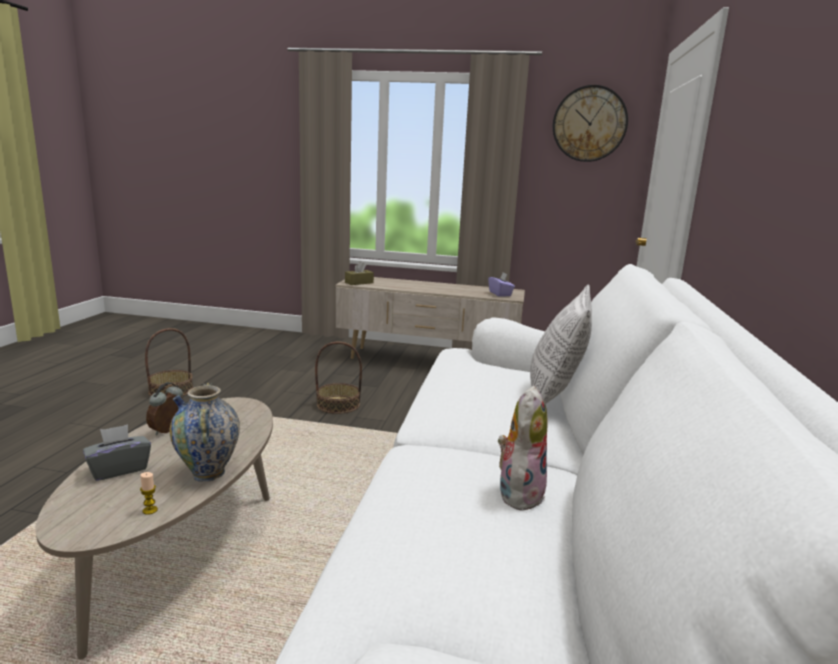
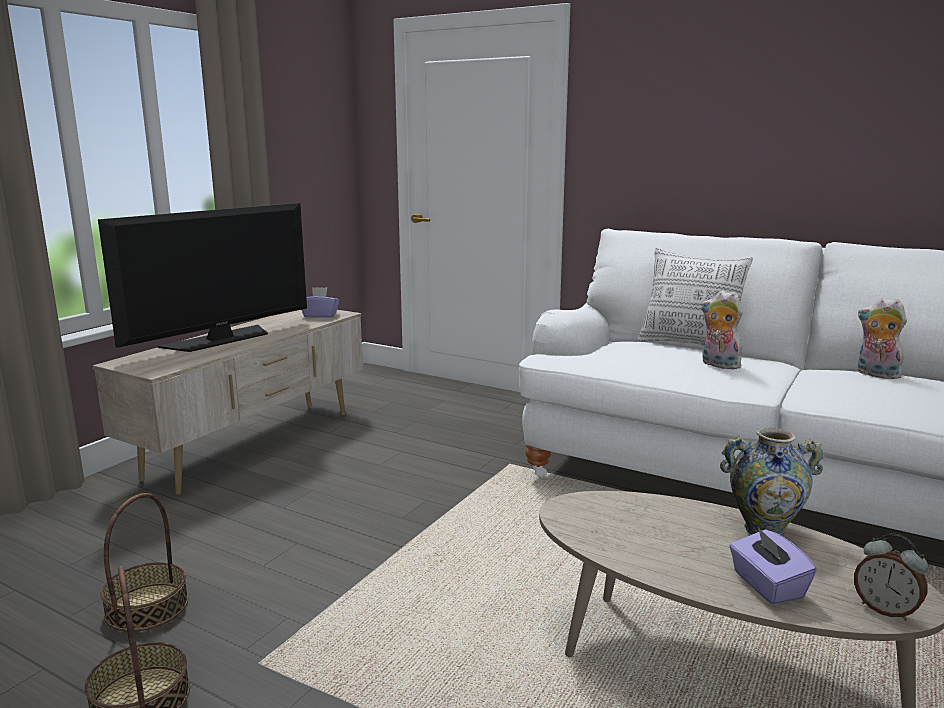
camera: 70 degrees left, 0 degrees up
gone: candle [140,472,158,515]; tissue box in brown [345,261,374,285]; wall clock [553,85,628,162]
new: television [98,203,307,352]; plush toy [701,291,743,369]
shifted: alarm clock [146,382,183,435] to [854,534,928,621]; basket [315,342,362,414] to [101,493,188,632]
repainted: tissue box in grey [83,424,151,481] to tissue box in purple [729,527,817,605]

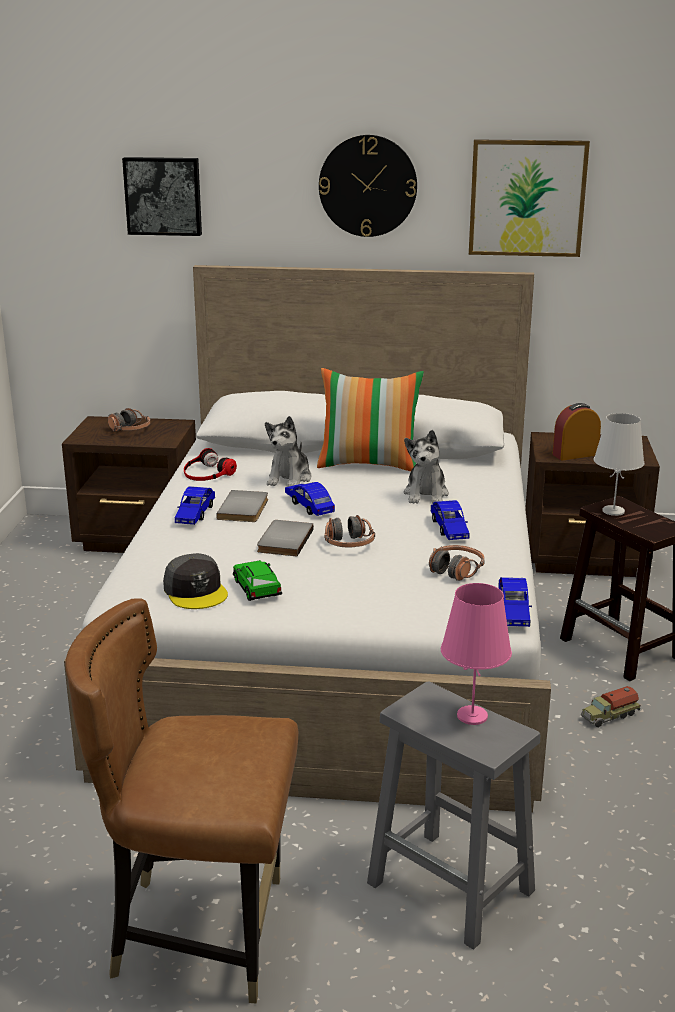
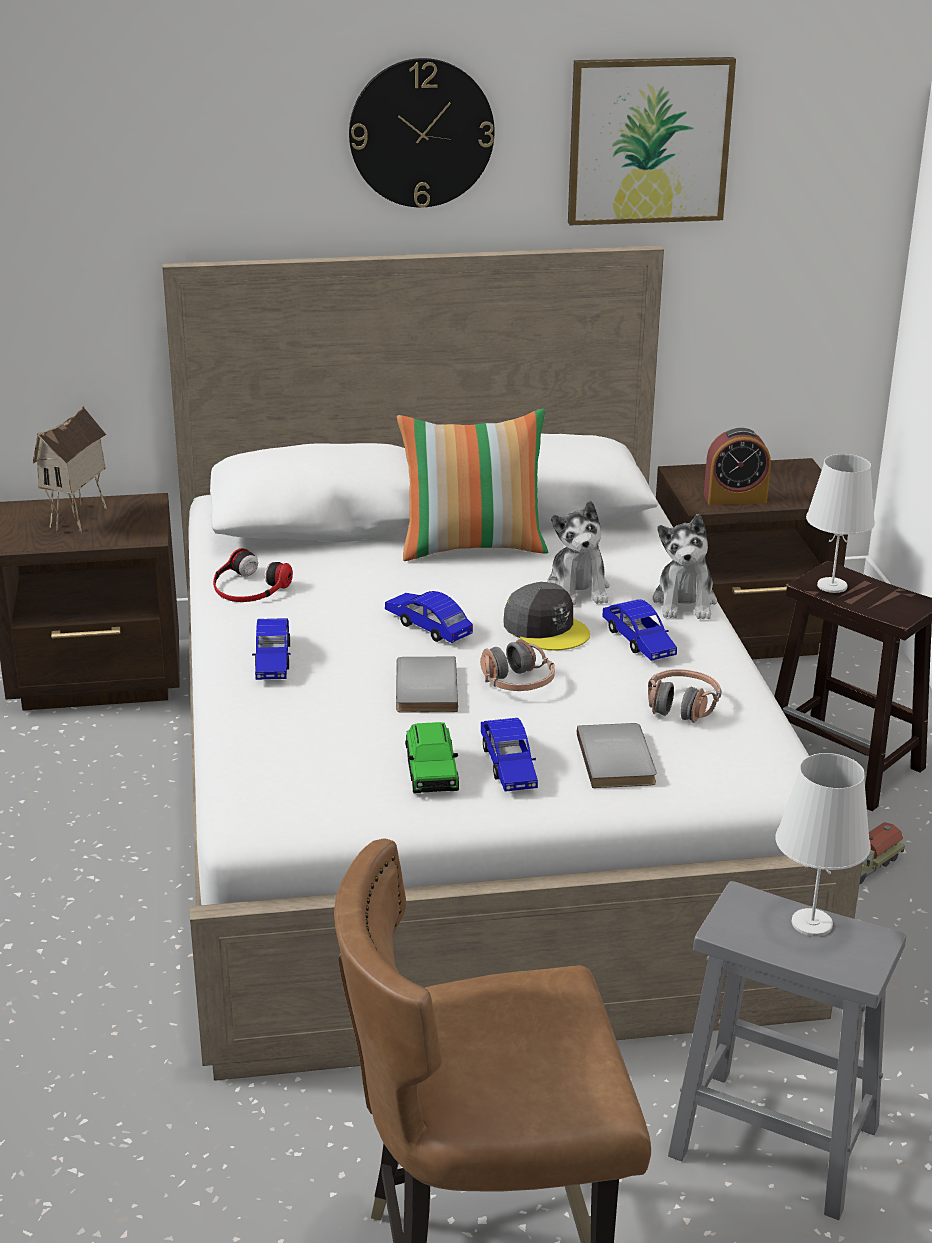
camera: 15 degrees left, 5 degrees up
gone: picture [122,157,202,236]
shifted: cap in grey [163,553,228,609] to [503,582,590,651]; book in grey [216,490,268,522] to [577,723,657,788]; plush toy [265,416,311,487] to [653,514,717,619]; toy car in blue [498,577,532,627] to [481,718,538,792]
swapped: headphones [108,408,150,431] to toy house [33,406,107,533]
repainted: table lamp in pink [441,583,512,725] to table lamp in white [775,753,871,936]
rotated: toy car in green [233,560,282,601] = [405,722,459,793] 150 degrees counterclockwise; alarm clock [552,403,601,460] = [704,428,771,505] 150 degrees counterclockwise

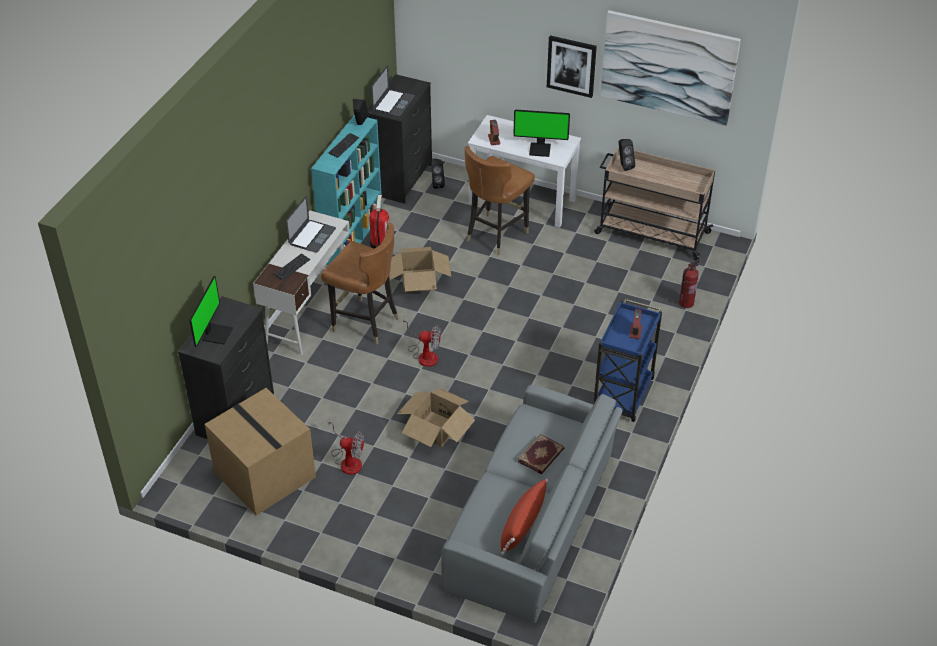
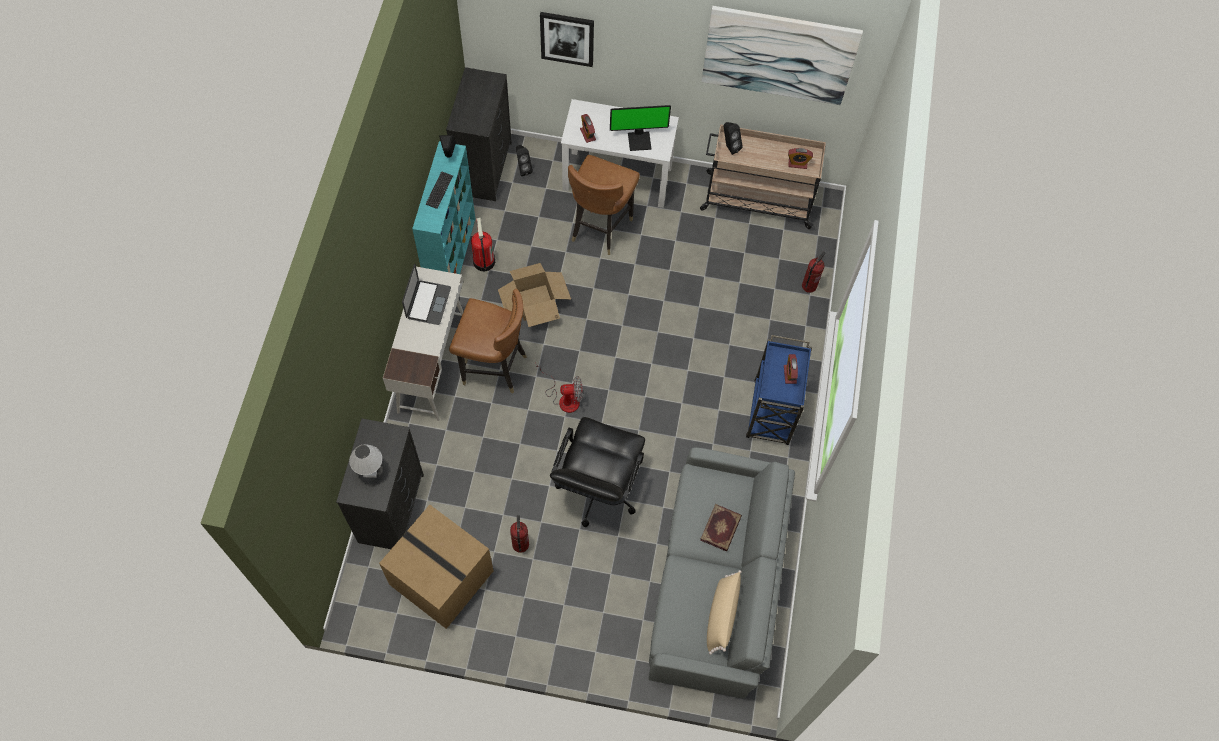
camera: 15 degrees left, 20 degrees up
gone: keyboard [274,253,310,281]; laptop [371,66,415,116]
new: alarm clock [788,148,813,169]
shifted: picture [547,35,597,98] to [540,12,594,67]
swapped: monitor [190,276,233,347] to table lamp in white [349,444,382,478]; fan [328,418,364,475] to fire extinguisher [510,515,529,553]; cardboard box [397,388,475,447] to office chair in black [550,417,645,527]
repainted: pillow in red [501,479,548,555] to pillow in beige [707,570,742,655]

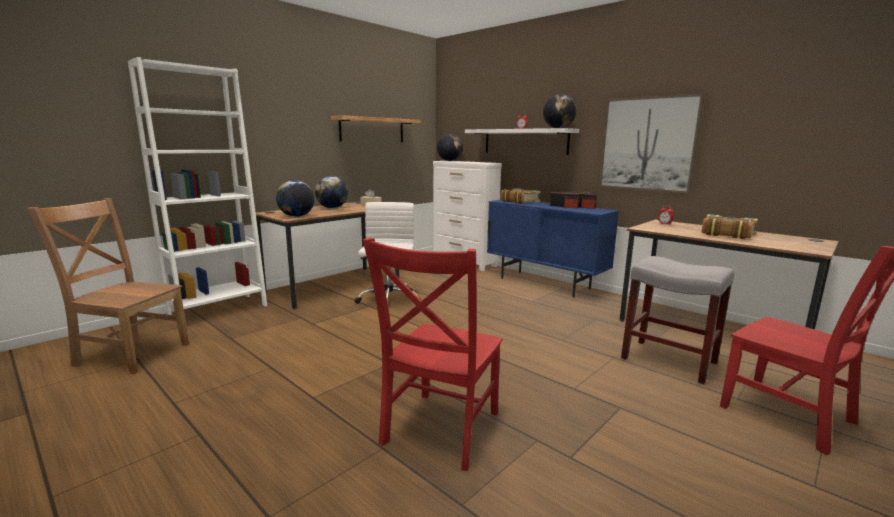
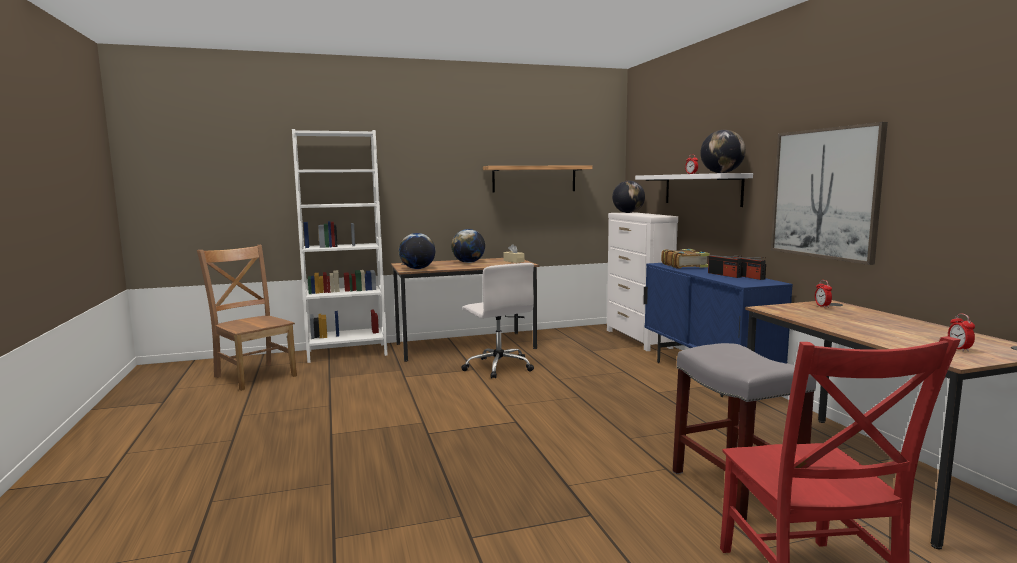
camera: 30 degrees right, 5 degrees down
gone: chair in red [362,238,503,471]; book [702,214,758,239]
new: alarm clock [948,313,975,352]
rotated: office chair in white [354,202,422,304] = [461,263,534,379] 120 degrees clockwise

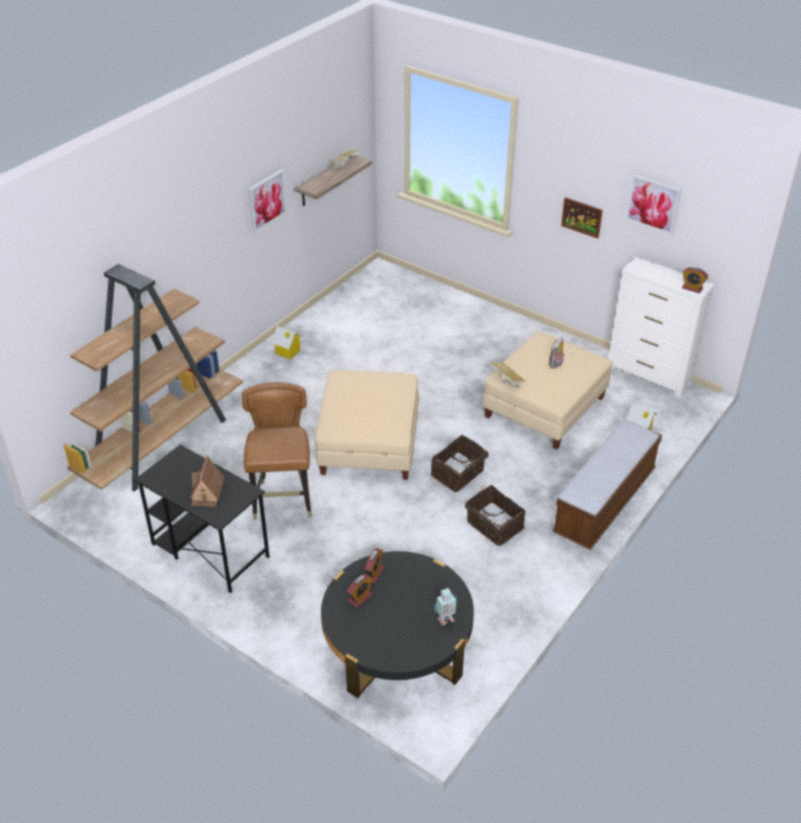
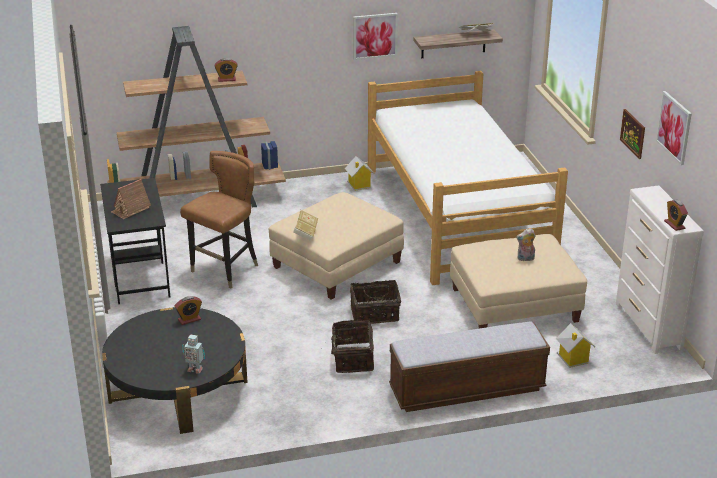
camera: 40 degrees right, 10 degrees down
new: bed [368,71,568,285]
shifted: alarm clock [347,574,372,608] to [215,58,238,82]; book [490,362,526,386] to [293,210,318,240]

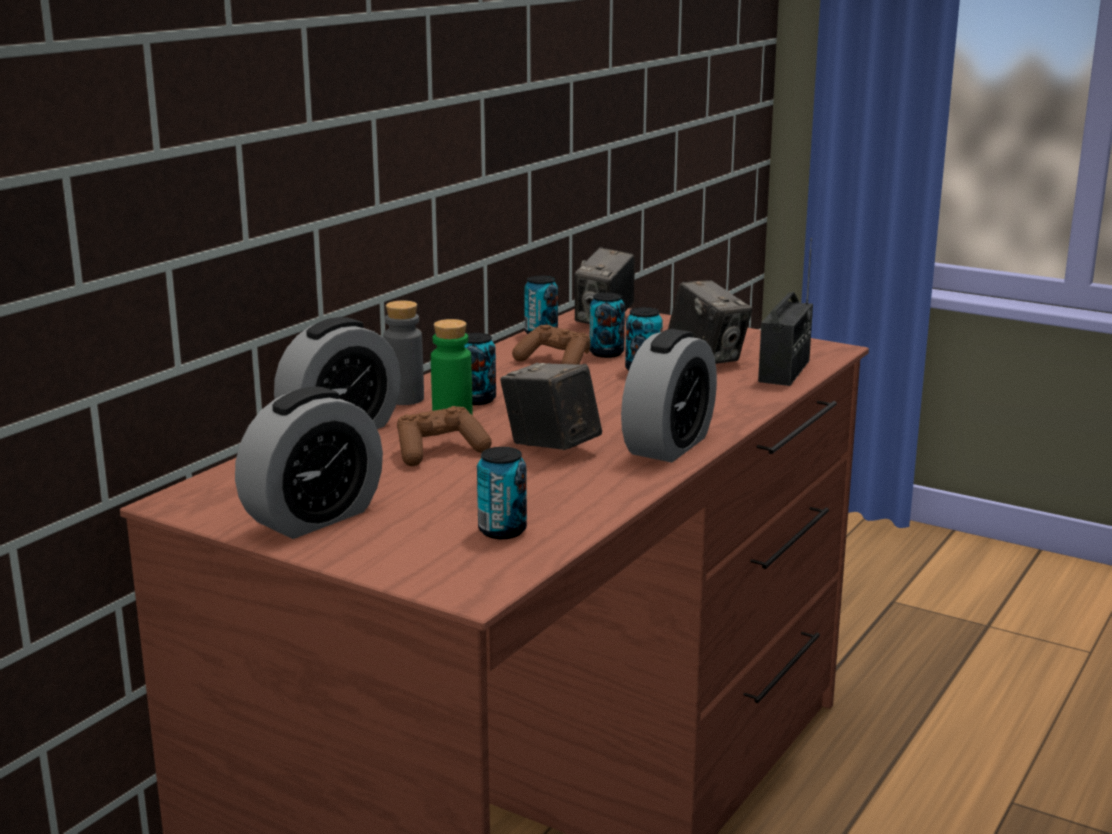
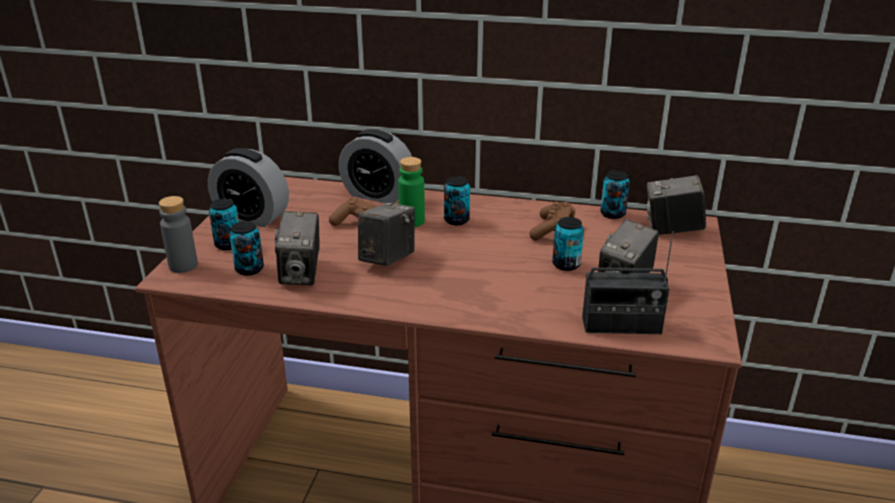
camera: 70 degrees right, 10 degrees up
gone: alarm clock [621,329,717,462]
new: photo camera [274,211,320,285]
shifted: bottle in grey [383,301,424,405] to [159,196,198,273]; can [590,292,625,358] to [209,199,239,250]

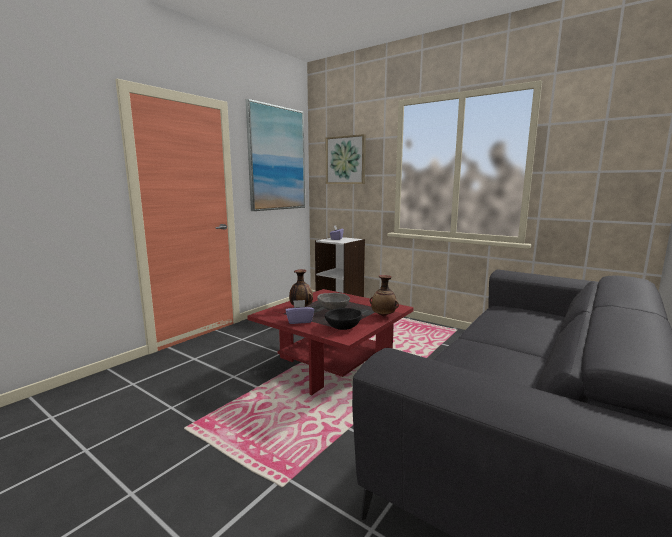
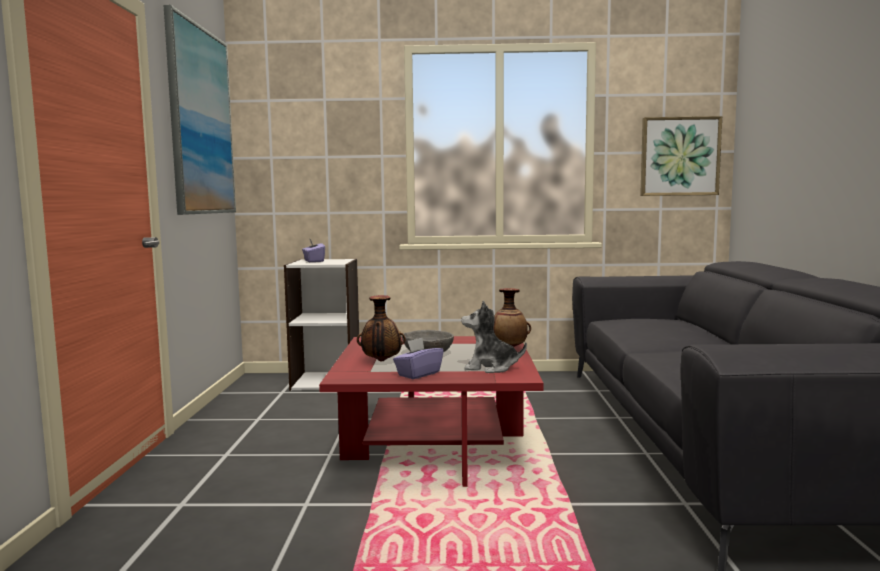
camera: 35 degrees left, 5 degrees down
shifted: picture [326,134,366,184] to [640,116,722,196]
swapped: bowl in black [325,308,362,330] to plush toy [461,301,527,373]

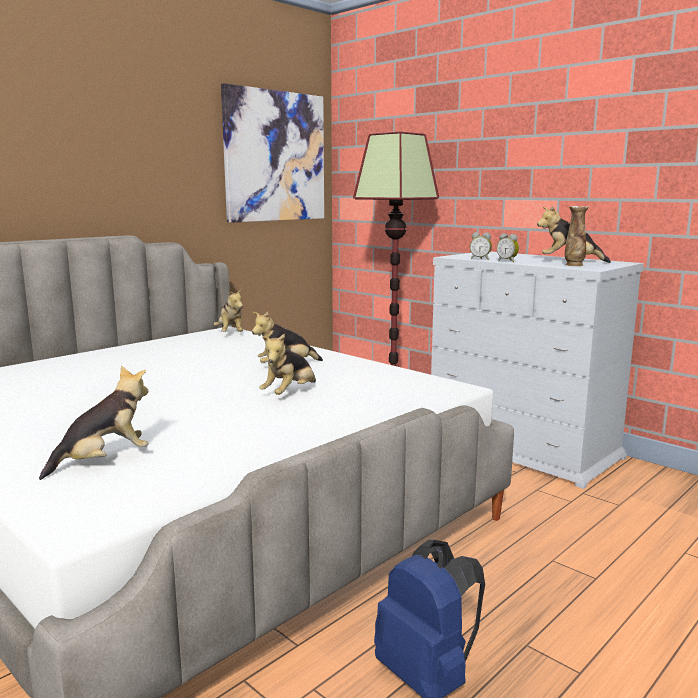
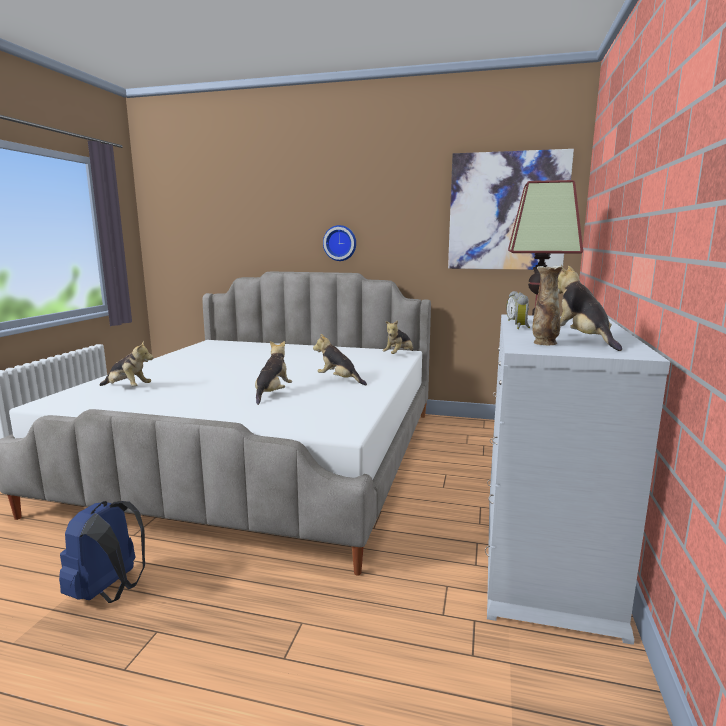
camera: 60 degrees right, 0 degrees up
new: wall clock [323,225,356,261]
rotated: plush toy [259,334,316,395] = [255,341,292,405] 105 degrees clockwise

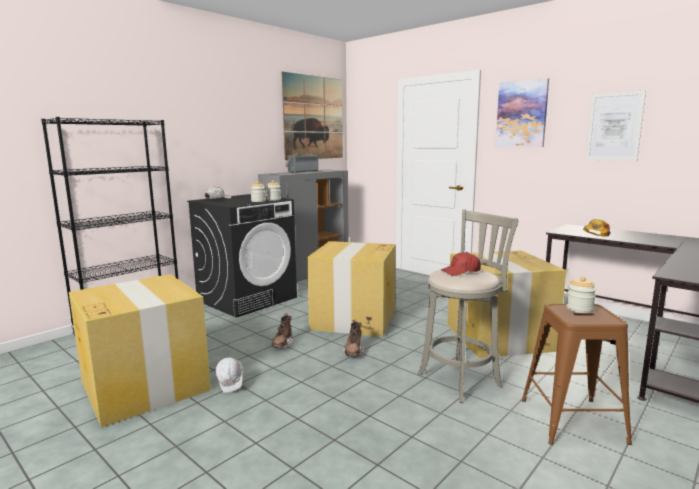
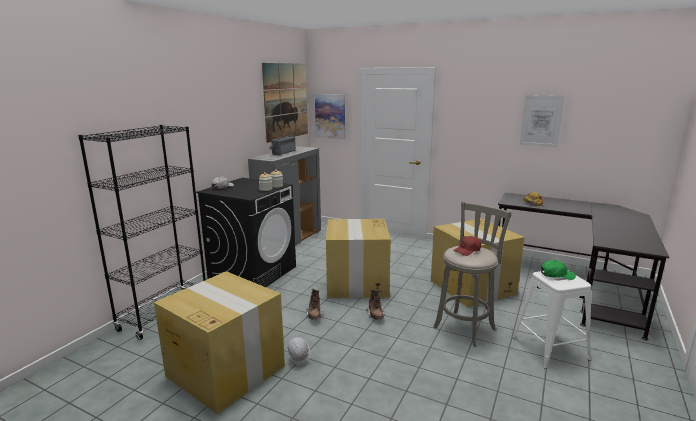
camera: 15 degrees left, 5 degrees up
shifted: picture [496,78,549,147] to [315,94,345,140]
swapped: jar [566,276,596,313] to cap in green [541,260,576,280]
repainted: stool in brown [522,304,632,445] to stool in white [513,270,591,369]

